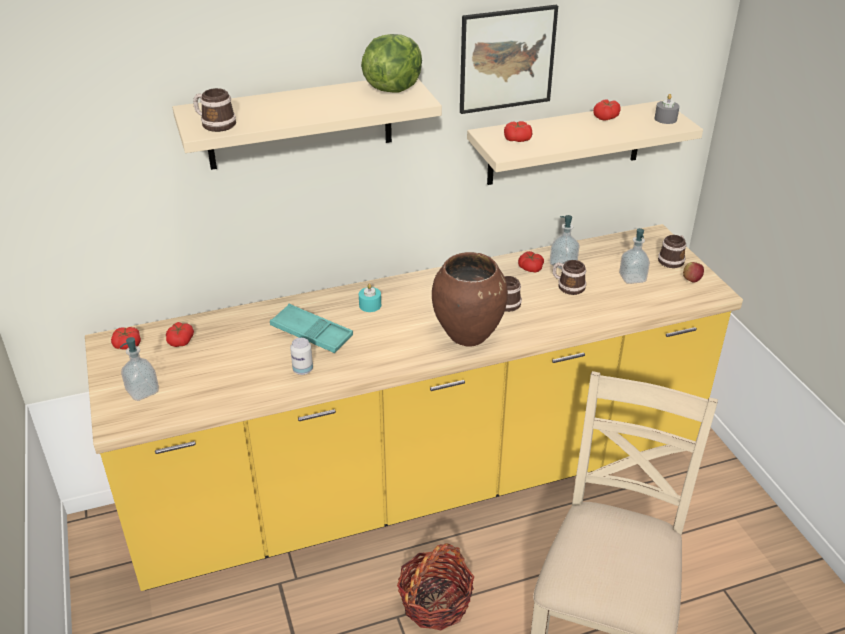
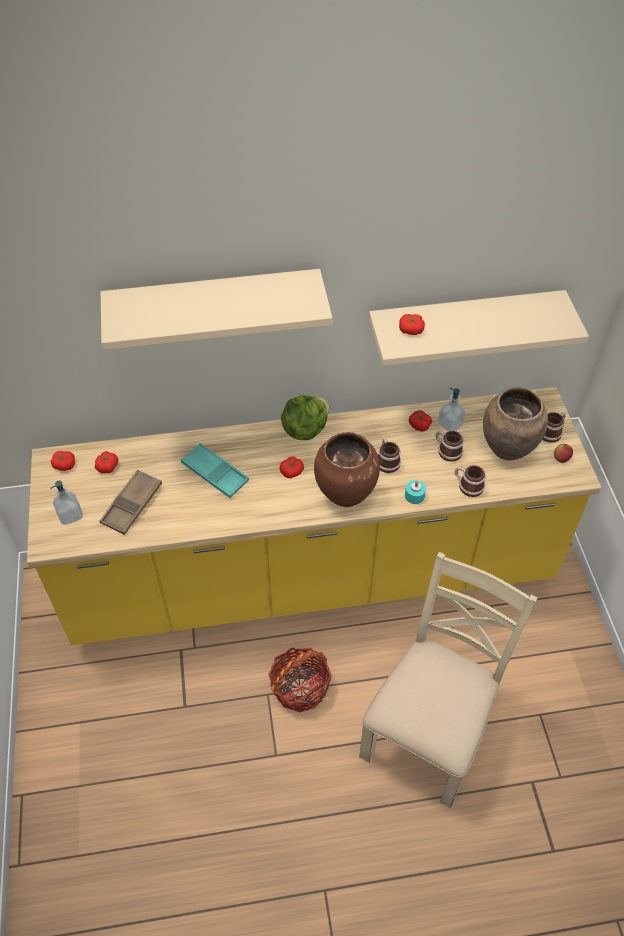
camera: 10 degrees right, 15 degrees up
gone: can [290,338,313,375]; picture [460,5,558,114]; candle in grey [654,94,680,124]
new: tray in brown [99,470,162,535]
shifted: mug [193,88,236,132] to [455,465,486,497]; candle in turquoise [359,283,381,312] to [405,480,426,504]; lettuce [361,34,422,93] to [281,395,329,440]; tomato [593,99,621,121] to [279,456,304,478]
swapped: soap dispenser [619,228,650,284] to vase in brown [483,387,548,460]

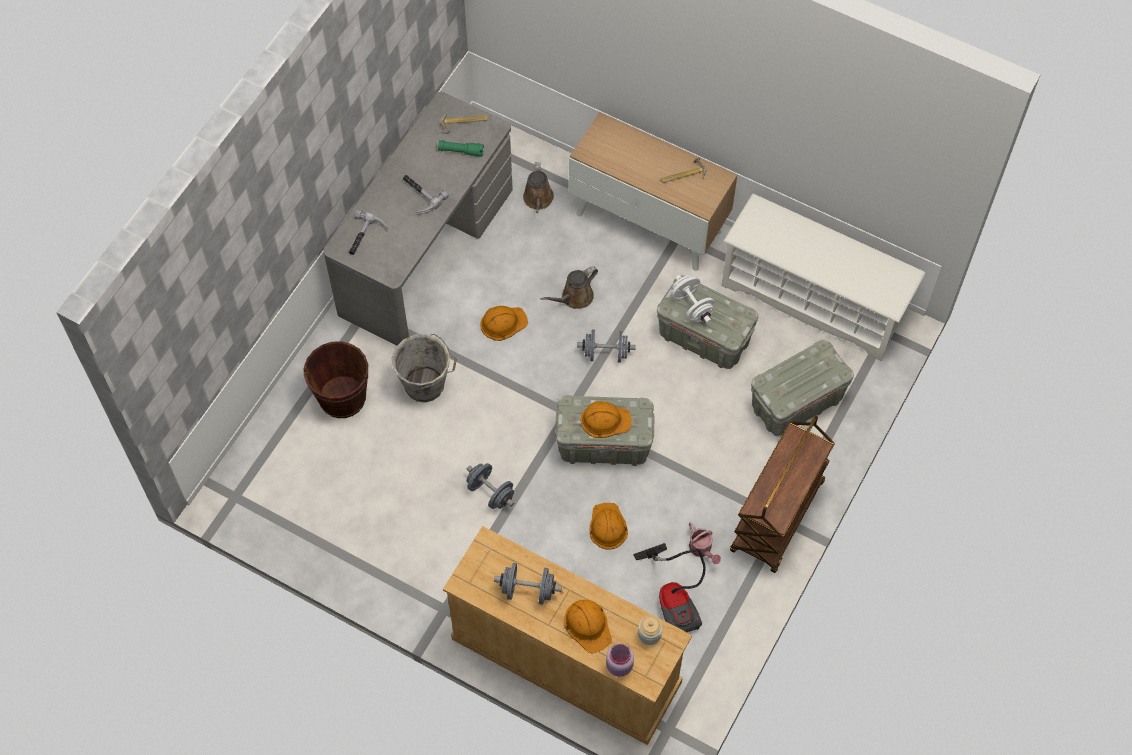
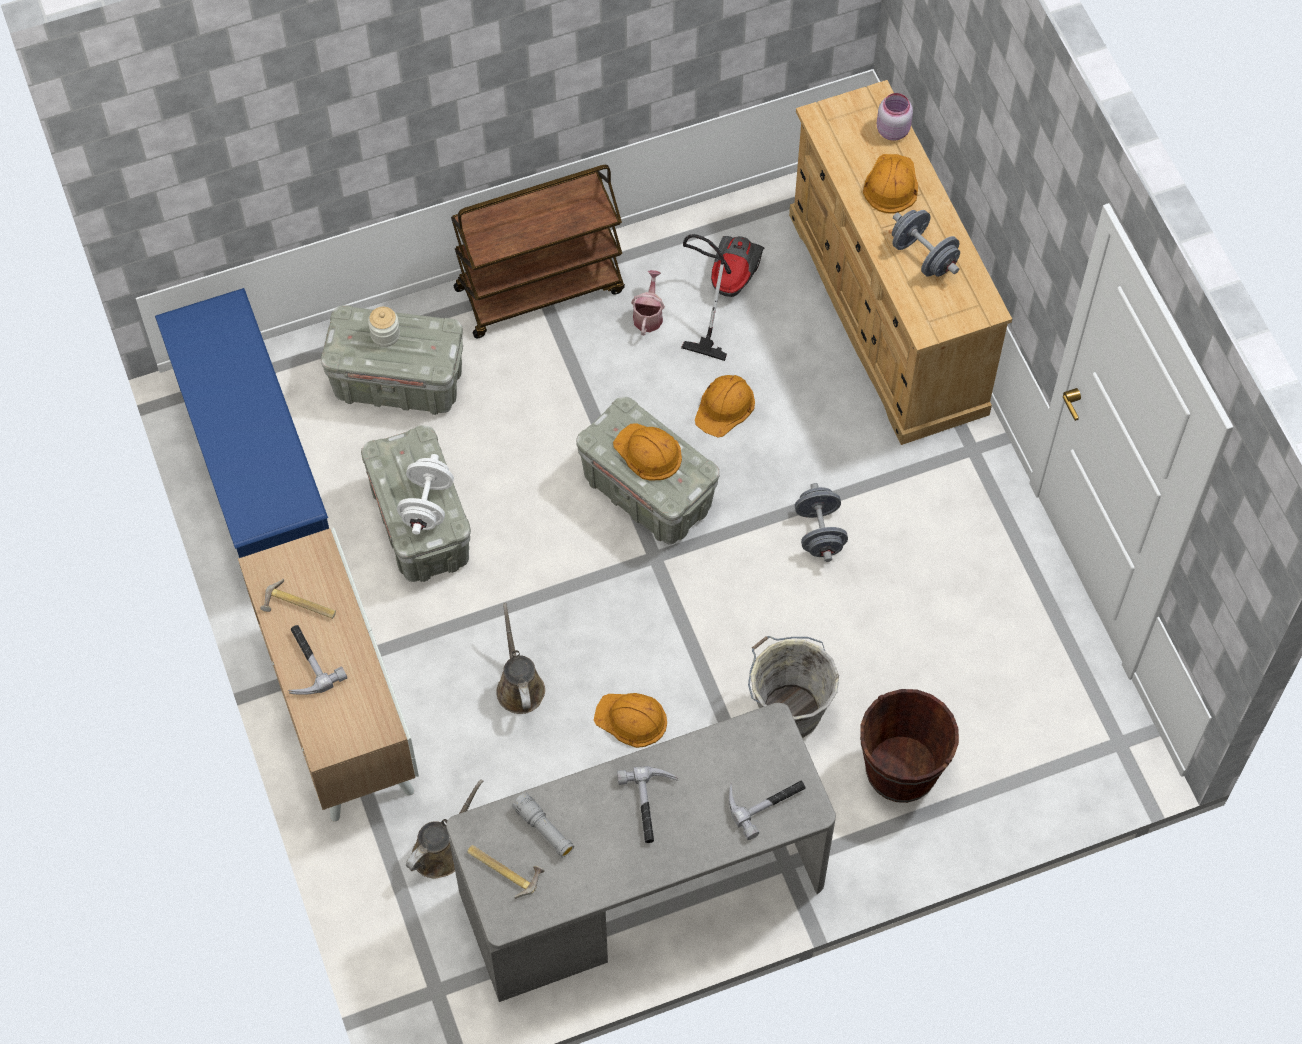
camera: 140 degrees left, 0 degrees up
gone: dumbbell in grey [577,330,636,363]
new: hammer [288,625,347,695]
shifted: jar [638,615,663,645] to [368,307,400,347]
repainted: flashlight in green [438,140,484,157] to flashlight in grey [512,793,574,858]; shoe rack in white [721,194,926,361] to shoe rack in blue [155,288,329,558]
rotated: watering can in brown [541,266,598,309] = [496,603,545,714] 105 degrees counterclockwise

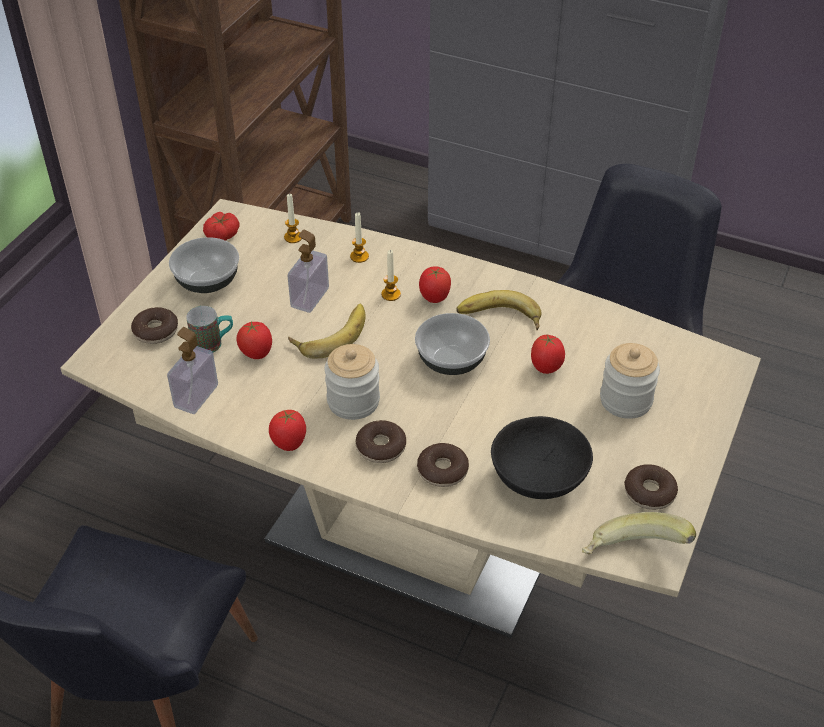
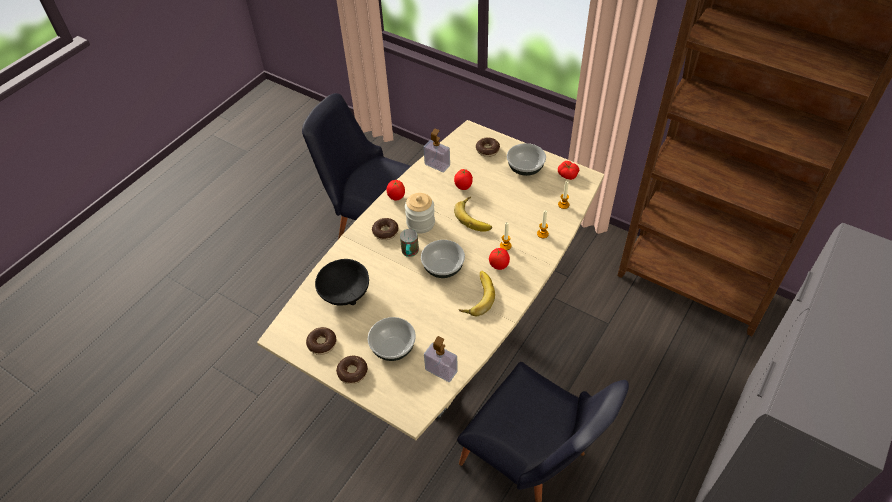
camera: 100 degrees right, 5 degrees up
gone: tomato [531,335,565,374]; banana [582,512,696,554]
shifted: mug [186,306,233,353] to [400,229,419,257]; soap dispenser [288,230,329,313] to [424,336,458,383]; donut [417,443,469,487] to [336,355,368,384]
swapped: jar [600,343,660,419] to bowl [368,317,416,361]

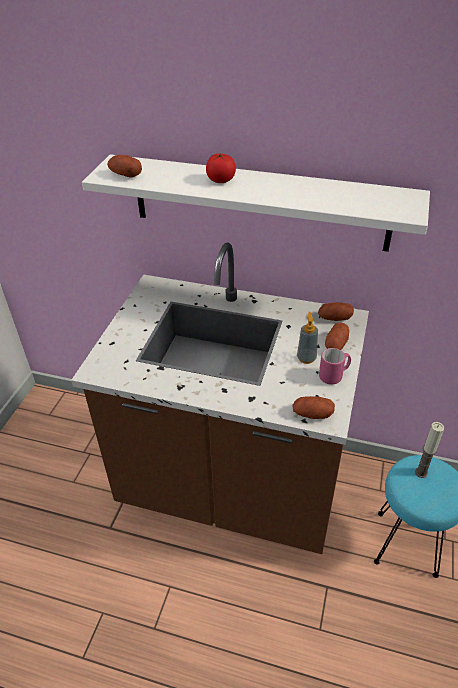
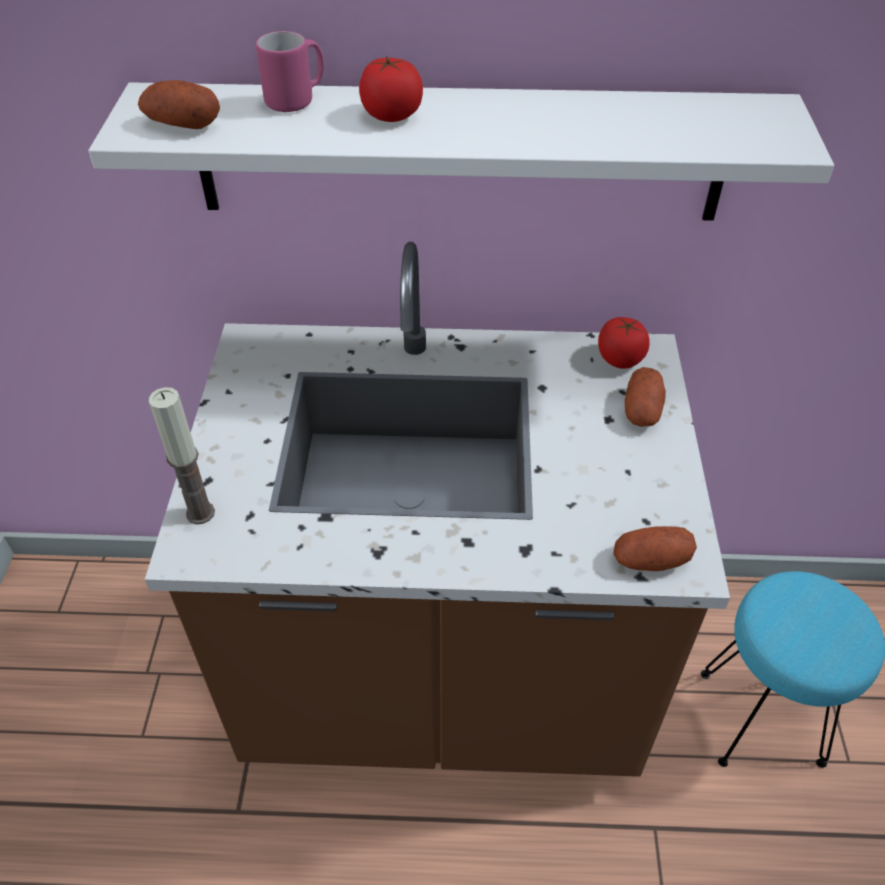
camera: 15 degrees left, 5 degrees up
gone: soap dispenser [297,312,318,364]
shifted: mug in pink [319,348,351,384] to [256,31,324,112]; candle [415,422,444,478] to [149,387,215,524]
swapped: potato [318,302,354,321] to tomato [598,317,649,369]

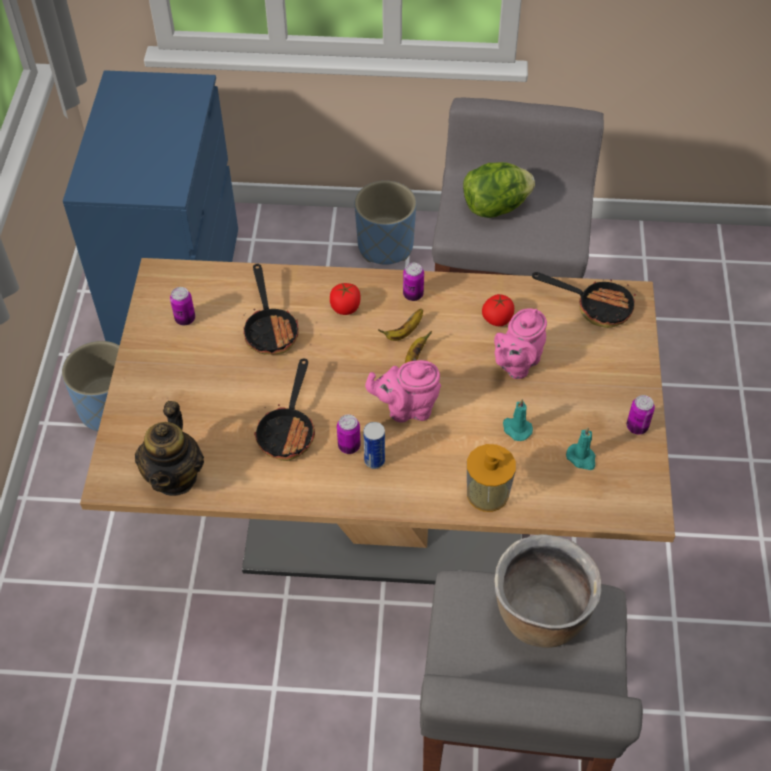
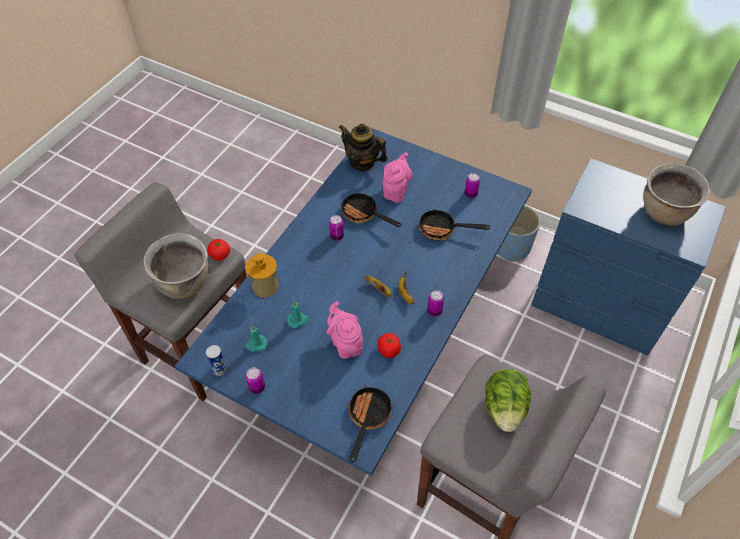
camera: 115 degrees right, 0 degrees up
gone: planter in blue [355,181,416,265]
new: cooking pot in brown [643,163,710,226]
shifted: tomato [330,283,361,315] to [207,239,230,261]; can [363,422,385,469] to [206,345,227,376]; teapot in pink [365,360,441,423] to [382,153,413,203]
repainted: dining table in brown [80,258,675,584] to dining table in blue [175,128,532,476]
rotated: frying pan [532,272,636,328] = [348,385,393,463] 150 degrees clockwise

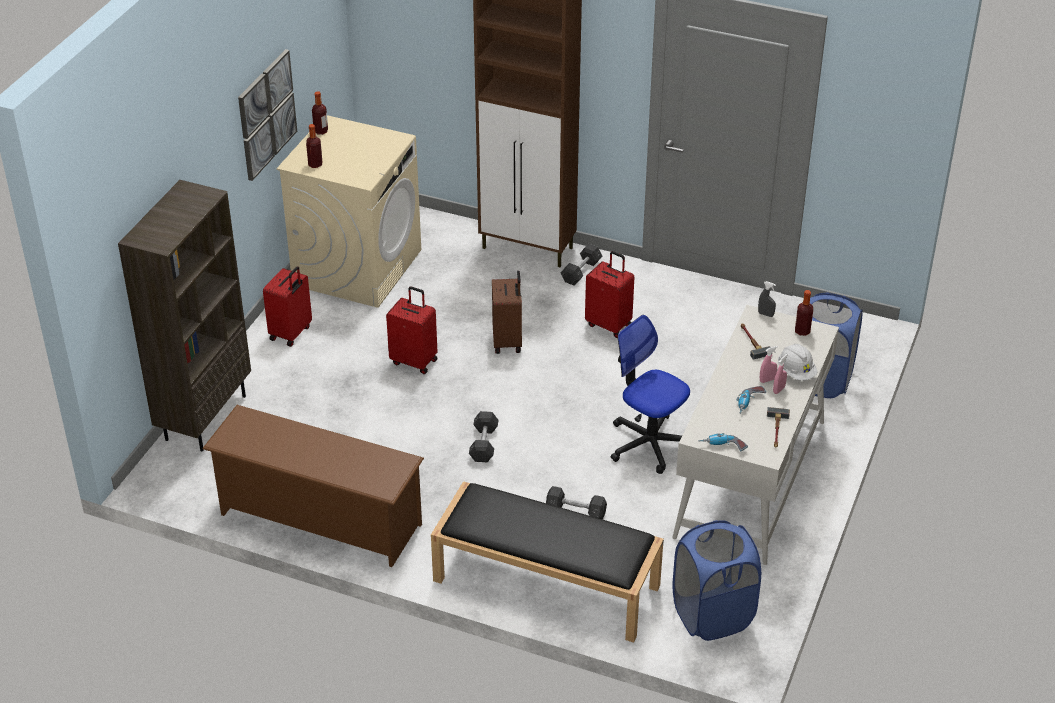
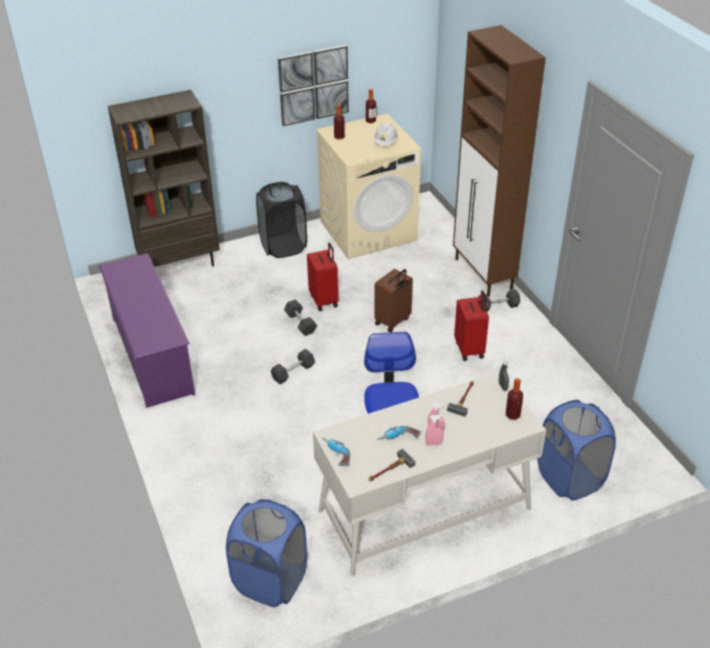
camera: 45 degrees right, 0 degrees up
gone: bench in black [431,481,664,643]
shifted: dumbbell in grey [546,486,607,519] to [284,299,317,336]; hard hat in white [778,344,818,381] to [374,123,398,146]
swapped: suitcase in red [263,266,312,347] to laundry basket in black [256,182,307,258]
repainted: shoe rack in brown [202,405,424,567] to shoe rack in purple [99,253,195,408]

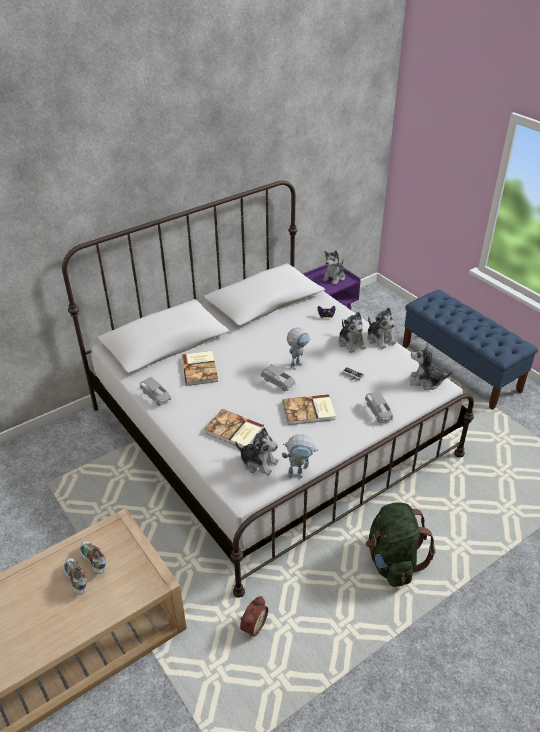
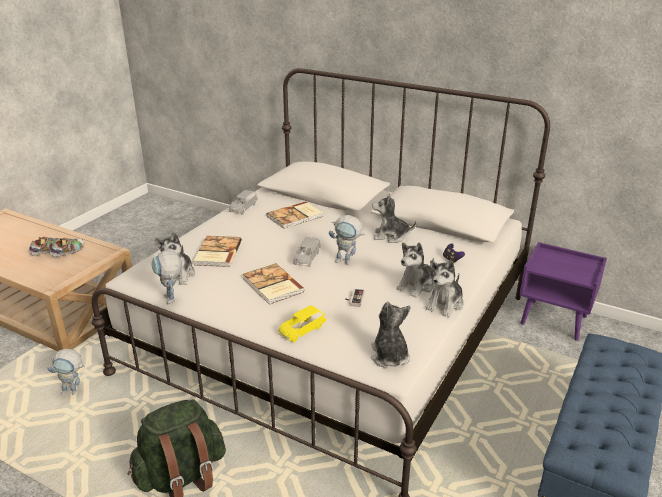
camera: 65 degrees right, 10 degrees down
shifted: plush toy [322,250,345,285] to [372,194,417,243]
swapped: alarm clock [240,596,268,637] to toy robot [47,349,85,395]
repainted: toy car in grey [365,391,393,423] to toy car in yellow [279,305,326,342]

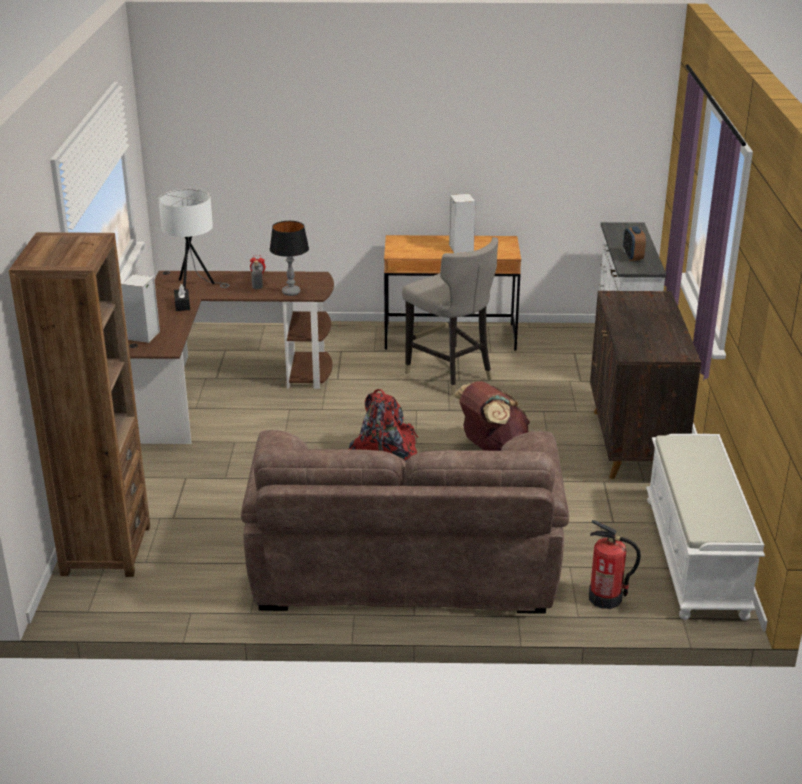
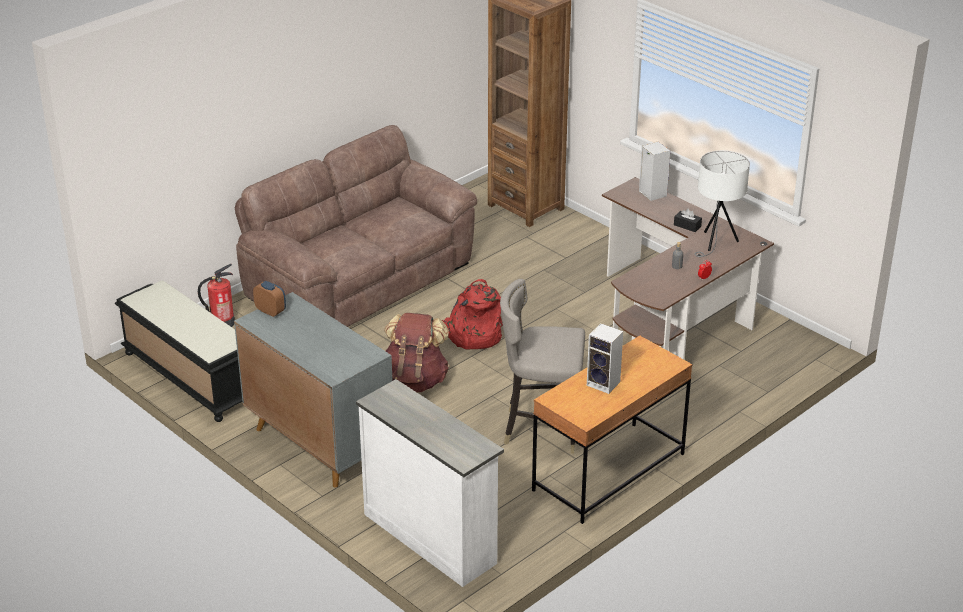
camera: 135 degrees right, 5 degrees up
gone: table lamp [270,221,309,296]
shifted: alarm clock [623,226,646,261] to [253,281,286,317]
repainted: cabinet in brown [590,291,701,479] to cabinet in grey [234,292,393,488]; bench in white [646,434,765,620] to bench in black [115,281,242,422]

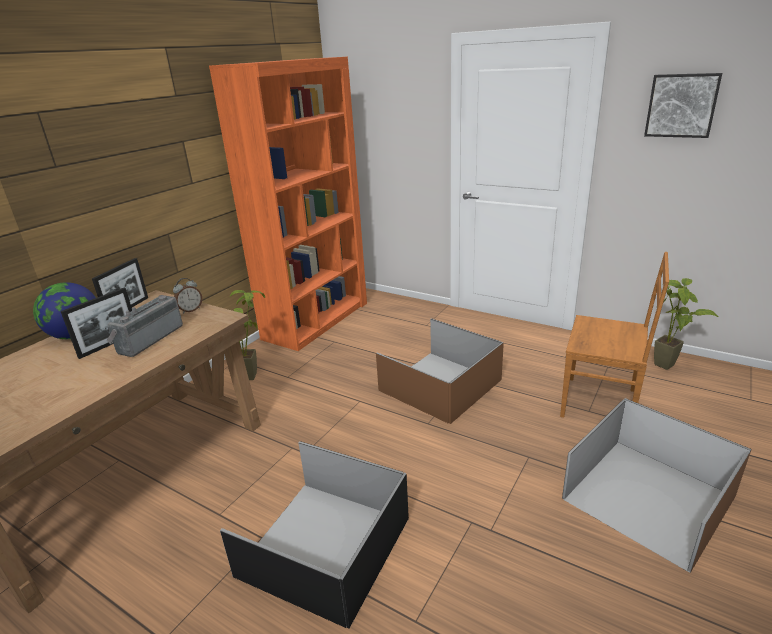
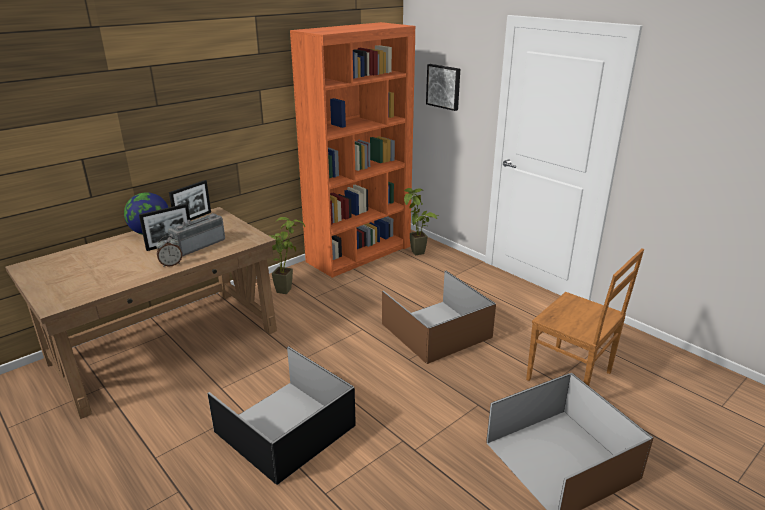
camera: 15 degrees right, 0 degrees up
shifted: alarm clock [173,278,202,314] to [156,236,182,267]; picture [644,73,722,138] to [426,64,460,111]; potted plant [654,278,718,370] to [404,188,438,255]

